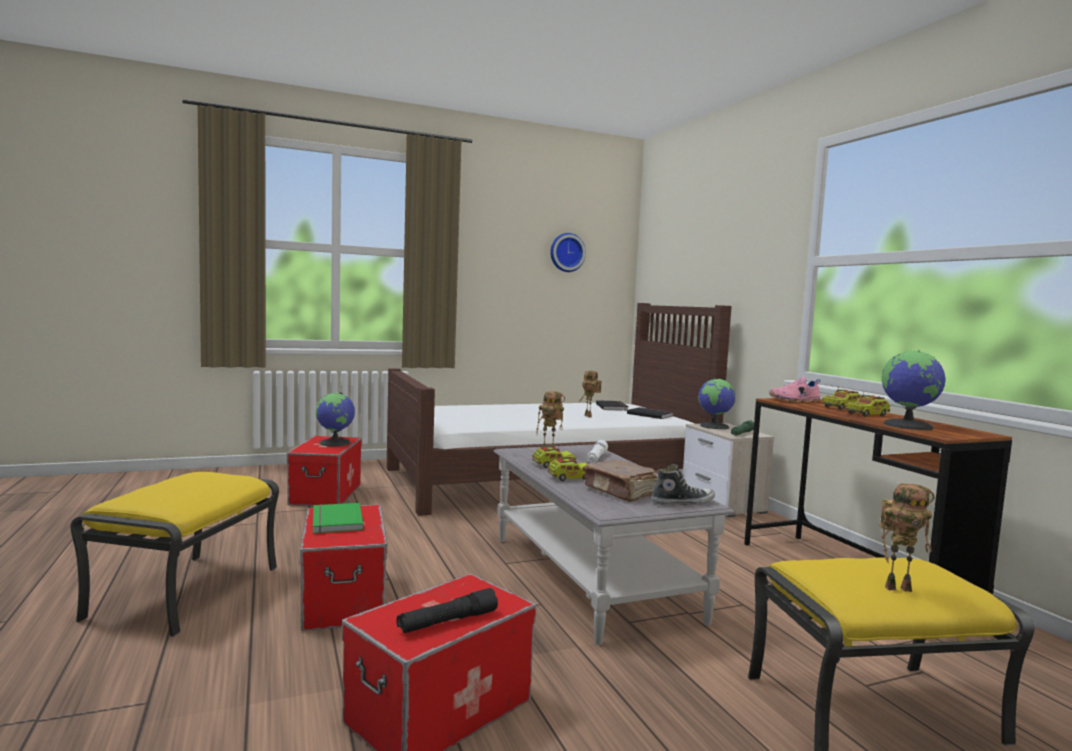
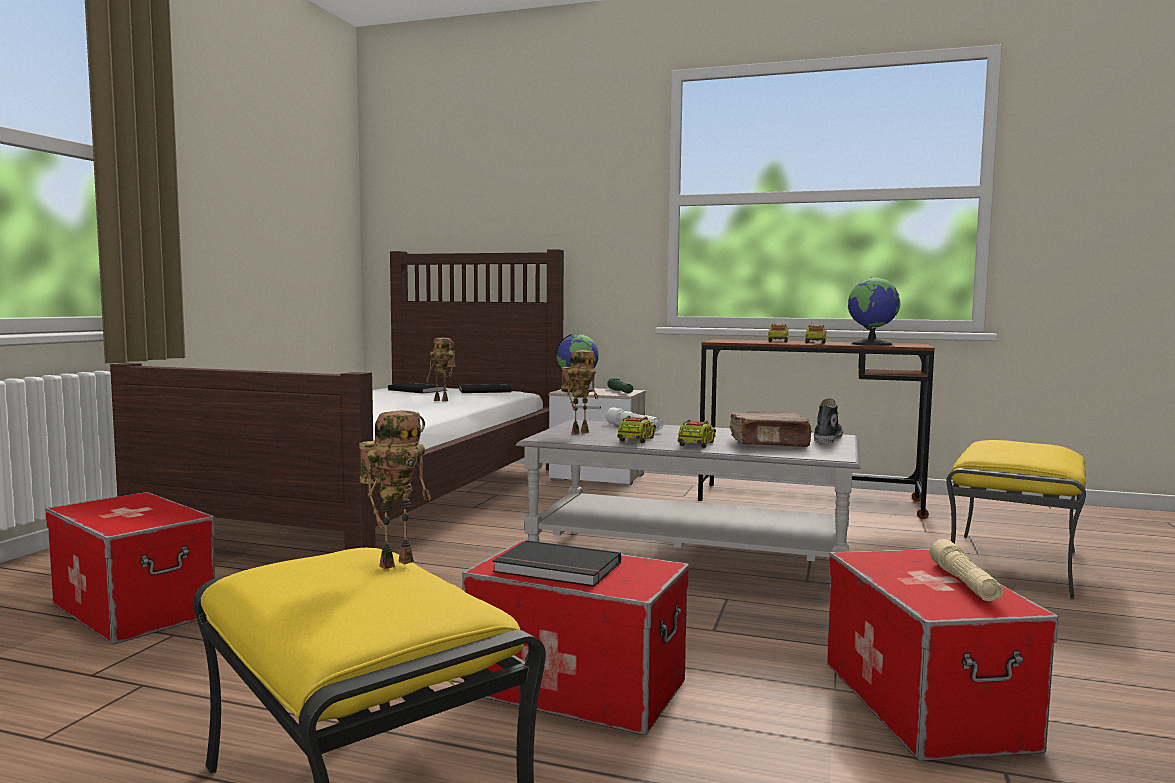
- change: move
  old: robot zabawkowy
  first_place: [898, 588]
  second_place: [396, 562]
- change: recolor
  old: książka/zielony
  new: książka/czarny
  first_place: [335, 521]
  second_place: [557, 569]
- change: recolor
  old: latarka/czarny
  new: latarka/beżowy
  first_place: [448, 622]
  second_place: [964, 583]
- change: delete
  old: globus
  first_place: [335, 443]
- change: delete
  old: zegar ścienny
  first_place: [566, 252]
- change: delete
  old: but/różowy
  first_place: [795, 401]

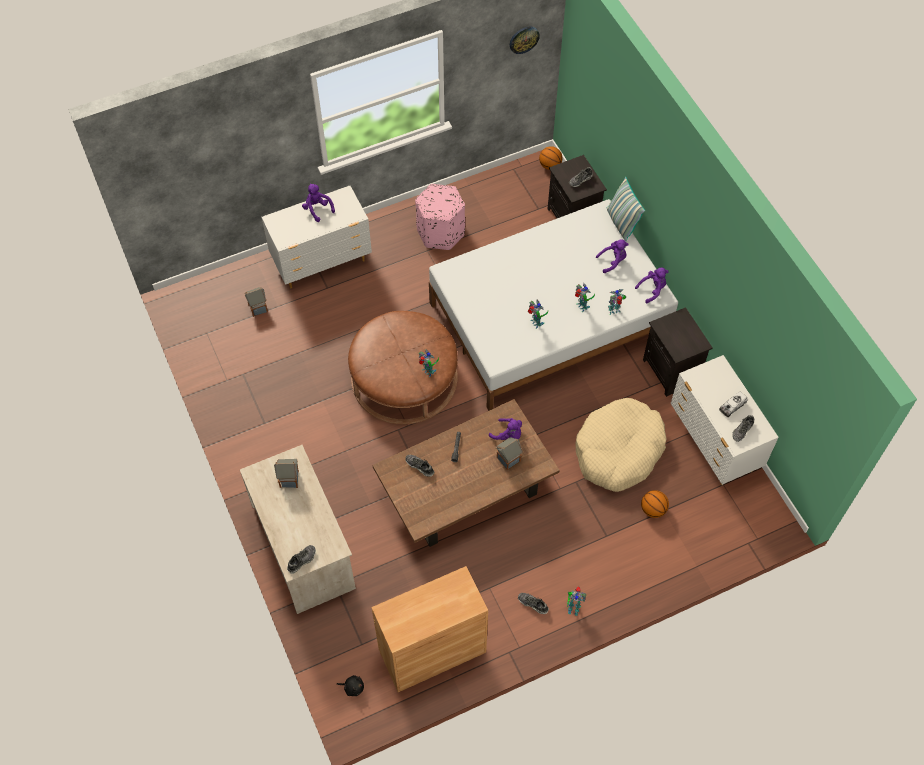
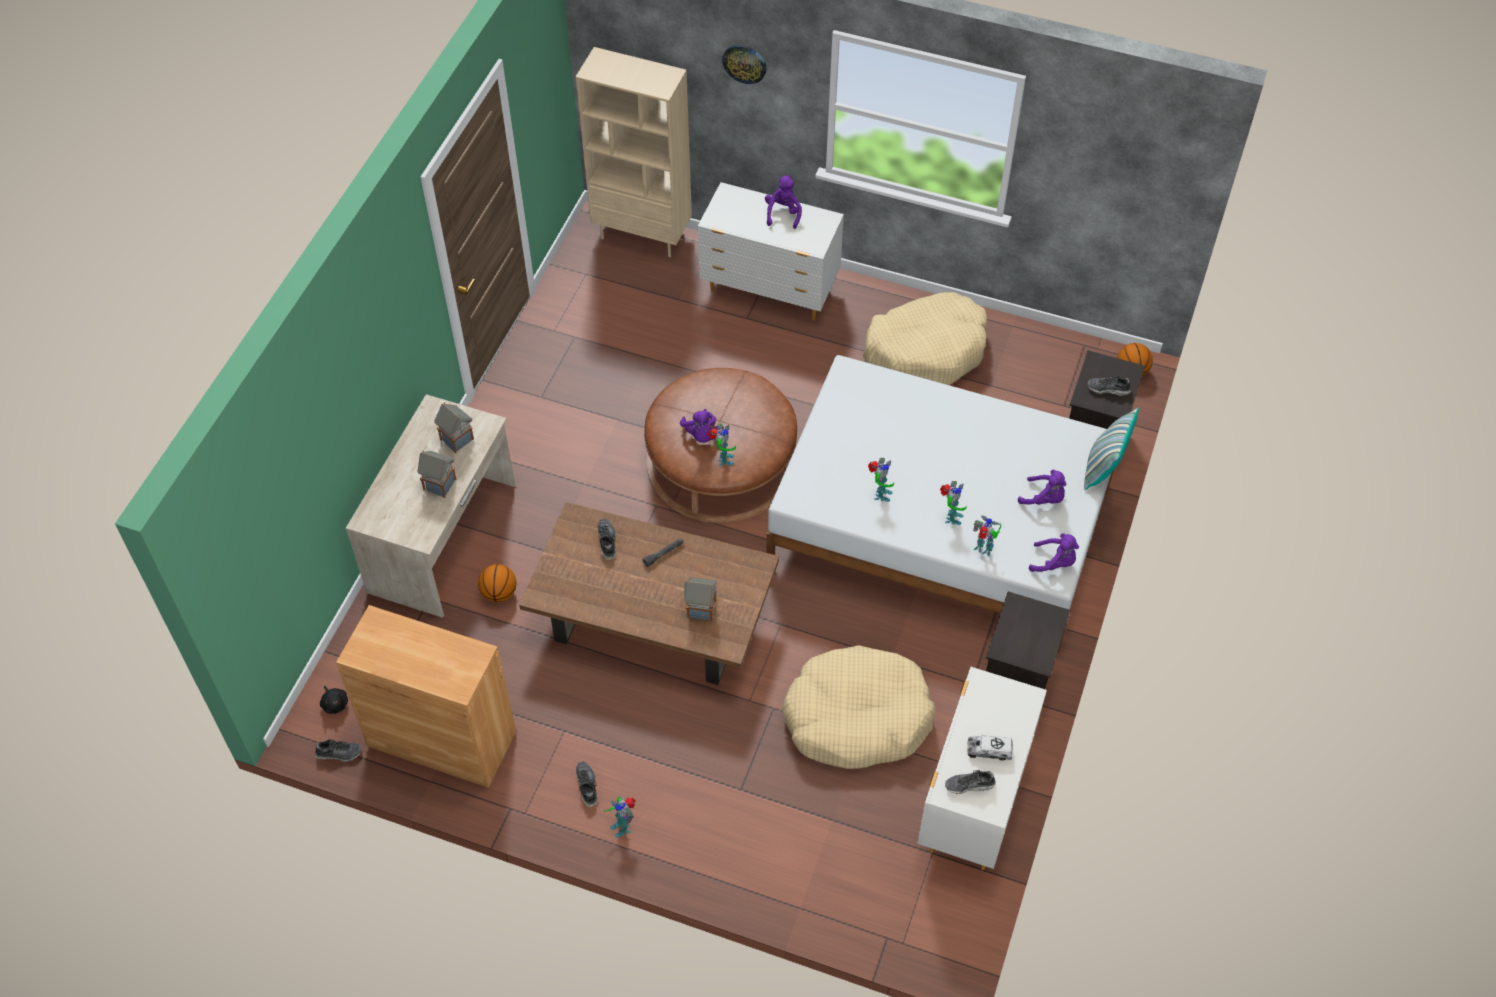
- change: move
  old: but
  first_place: [302, 560]
  second_place: [339, 753]
- change: move
  old: domek
  first_place: [258, 308]
  second_place: [440, 484]
- change: move
  old: piłka do koszykówki
  first_place: [653, 509]
  second_place: [499, 593]
- change: insert
  new: regał/beżowy
  second_place: [643, 235]
- change: move
  old: pluszak/fioletowy
  first_place: [508, 435]
  second_place: [702, 435]
- change: move
  old: zegar ścienny
  first_place: [524, 39]
  second_place: [744, 63]
- change: replace
  old: pufa/różowy
  new: legowisko/beżowy
  first_place: [440, 233]
  second_place: [926, 351]

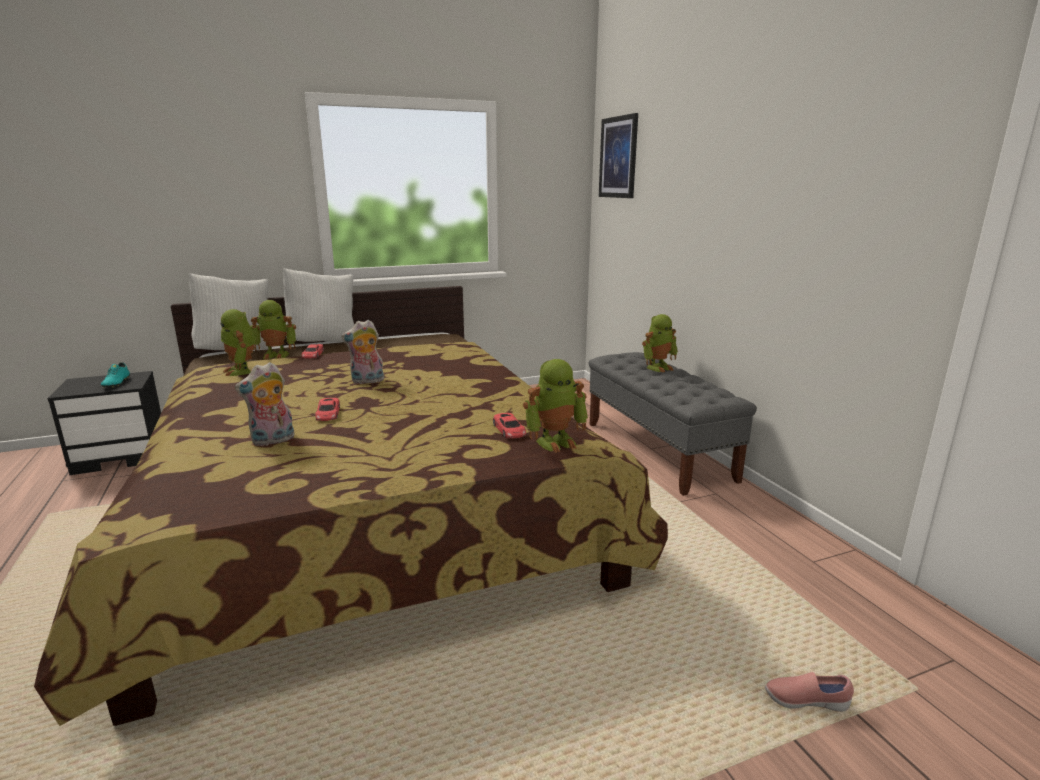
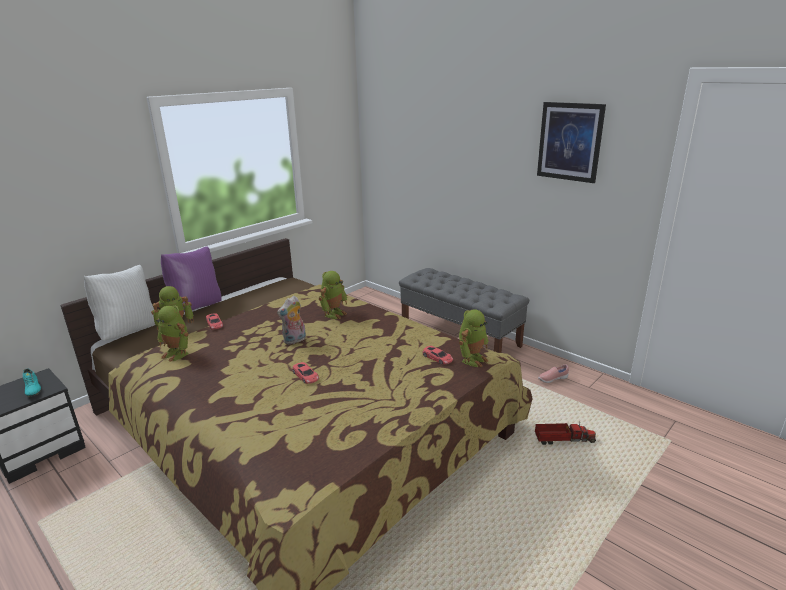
- change: recolor
  old: poduszka/biały
  new: poduszka/fioletowy
  first_place: [323, 342]
  second_place: [196, 307]
- change: move
  old: robot zabawkowy
  first_place: [658, 367]
  second_place: [334, 313]
- change: insert
  new: ciężarówka zabawkowa
  second_place: [562, 440]
- change: move
  old: obraz
  first_place: [618, 157]
  second_place: [570, 142]
- change: move
  old: but/różowy
  first_place: [805, 701]
  second_place: [552, 379]
- change: delete
  old: pluszak
  first_place: [272, 441]

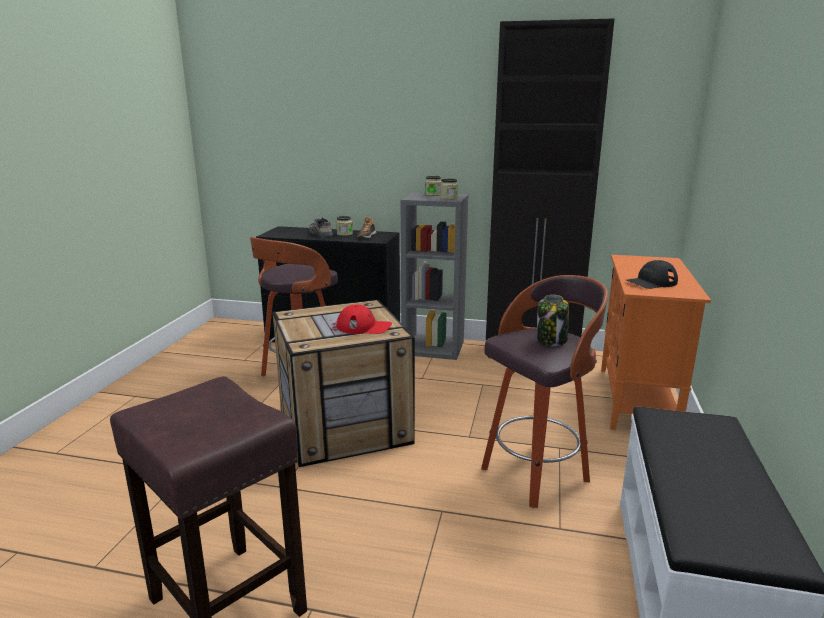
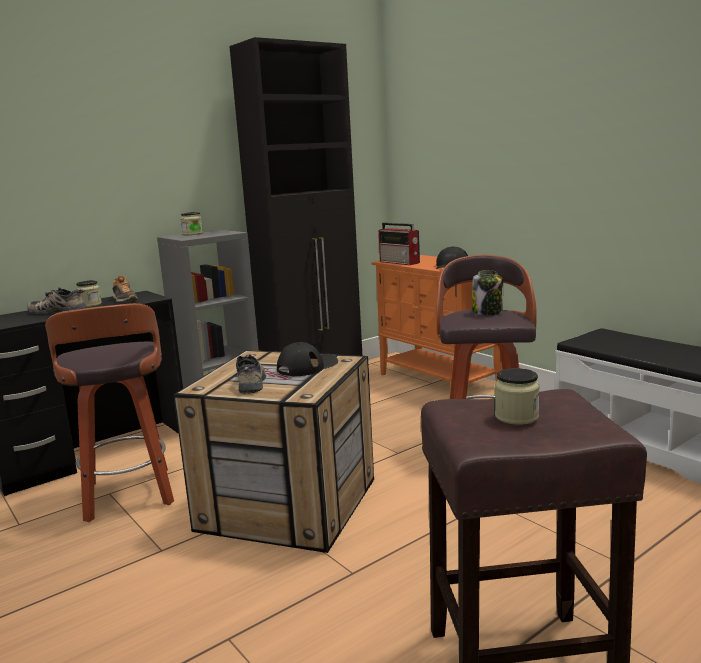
- change: insert
  new: but
  second_place: [252, 382]
- change: recolor
  old: czapka z daszkiem/czerwony
  new: czapka z daszkiem/czarny
  first_place: [364, 327]
  second_place: [307, 366]
- change: insert
  new: radio
  second_place: [400, 262]
- change: move
  old: słoik
  first_place: [448, 198]
  second_place: [516, 416]

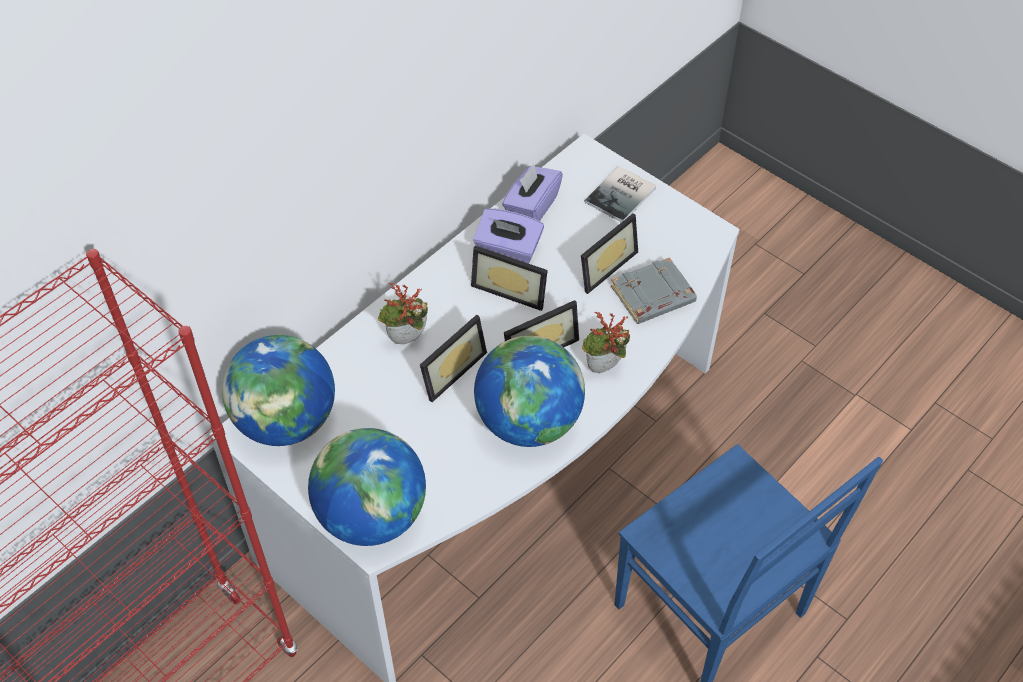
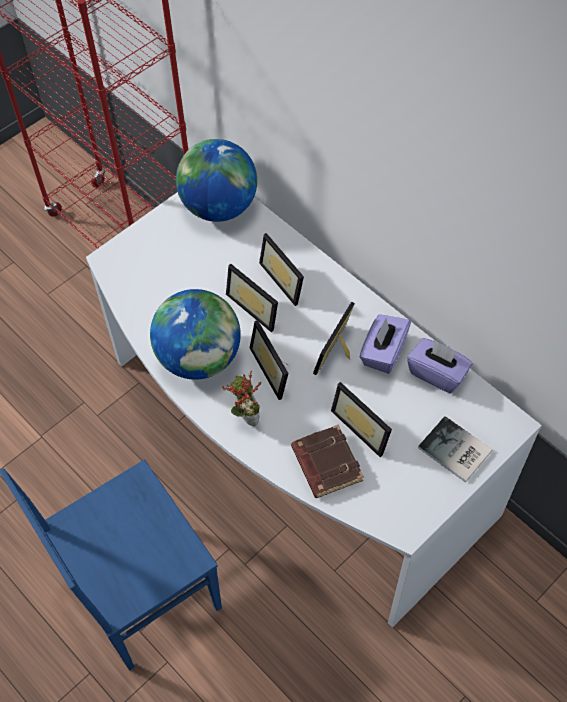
- change: replace
  old: roślina doniczkowa
  new: ramka na zdjęcie
  first_place: [407, 342]
  second_place: [286, 279]
- change: recolor
  old: książka/szary
  new: książka/brązowy
  first_place: [652, 296]
  second_place: [325, 464]
- change: delete
  old: globus
  first_place: [372, 515]

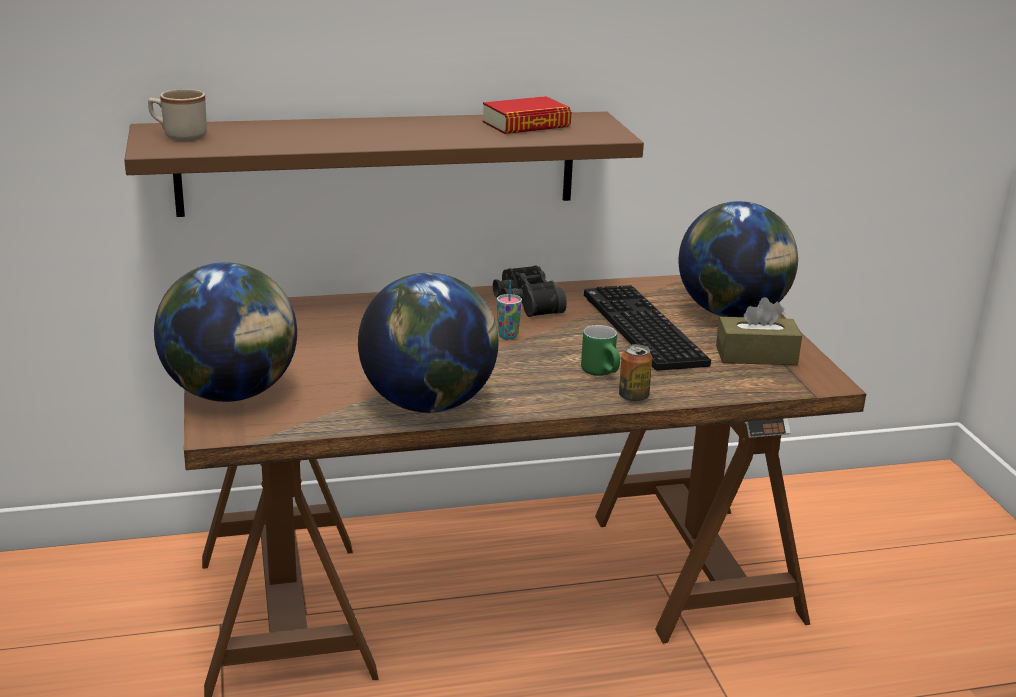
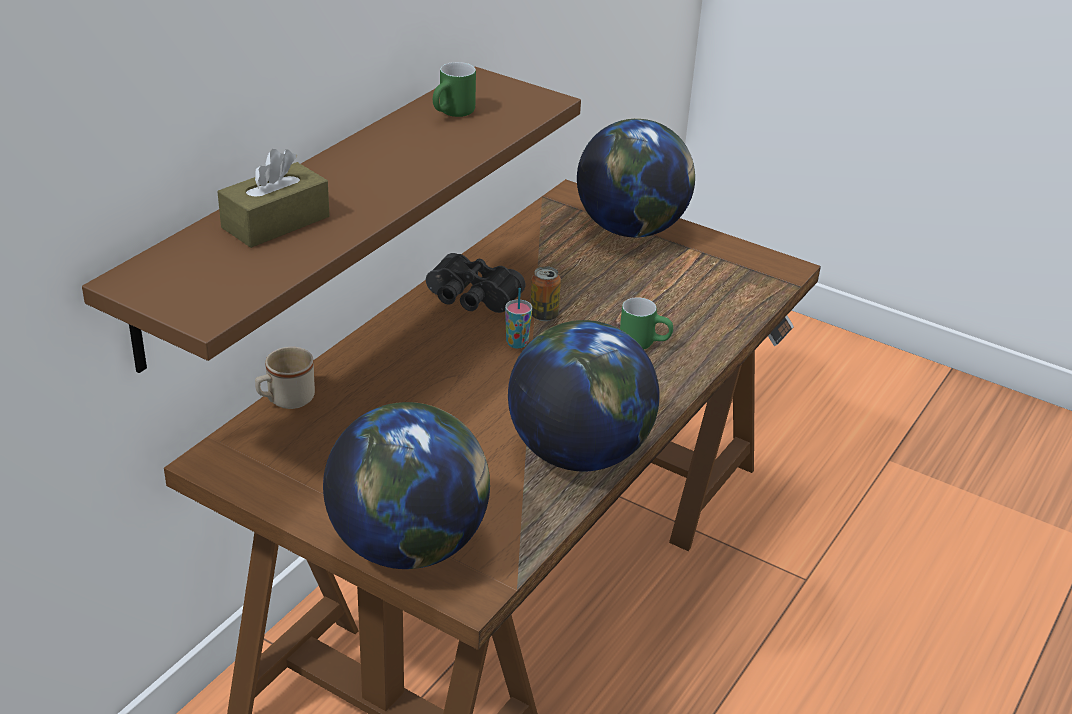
- change: move
  old: pudełko chusteczek/brązowy
  first_place: [756, 355]
  second_place: [275, 222]
- change: move
  old: kubek/beżowy
  first_place: [179, 135]
  second_place: [285, 400]
- change: replace
  old: książka
  new: kubek/zielony
  first_place: [526, 124]
  second_place: [454, 114]
- change: move
  old: puszka
  first_place: [633, 397]
  second_place: [544, 315]
- change: delete
  old: klawiatura
  first_place: [639, 329]

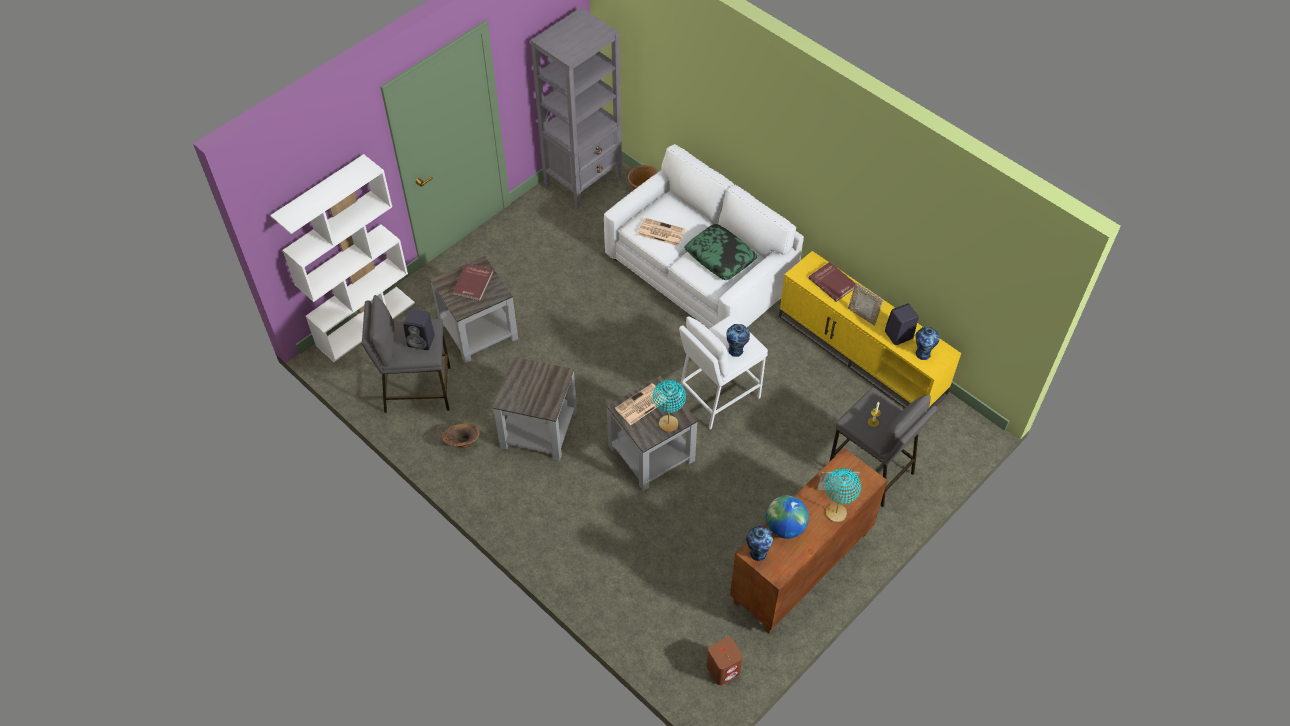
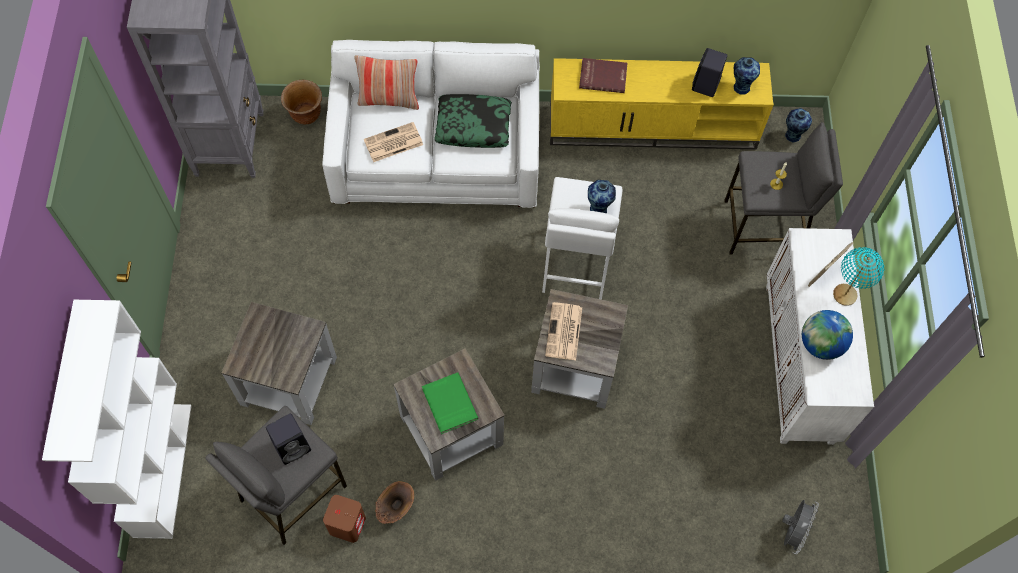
- change: move
  old: głośnik/brązowy
  first_place: [723, 669]
  second_place: [347, 524]
- change: insert
  new: poduszka
  second_place: [389, 100]
- change: insert
  new: książka/zielony
  second_place: [448, 404]
- change: recolor
  old: szafka/brązowy
  new: szafka/biały
  first_place: [801, 569]
  second_place: [799, 363]
- change: insert
  new: wentylator/szary
  second_place: [792, 531]
- change: move
  old: wazon
  first_place: [757, 553]
  second_place: [792, 136]
- change: delete
  old: książka/czerwony
  first_place: [474, 283]
- change: delete
  old: lampa stołowa/turkusowy
  first_place: [668, 423]
- change: delete
  old: ramka na zdjęcie
  first_place: [862, 315]

